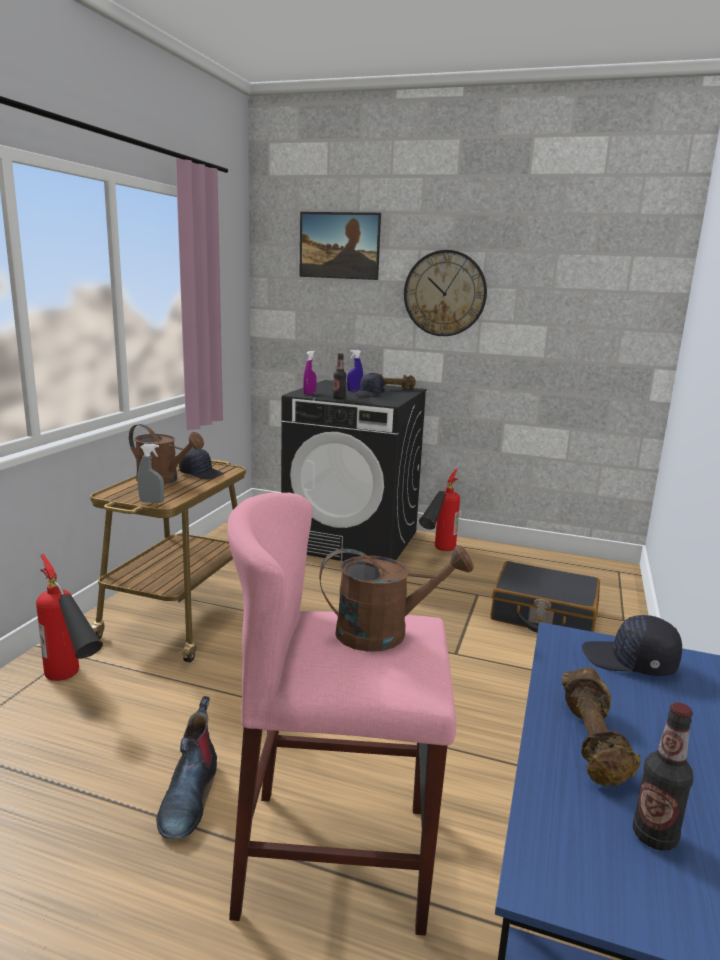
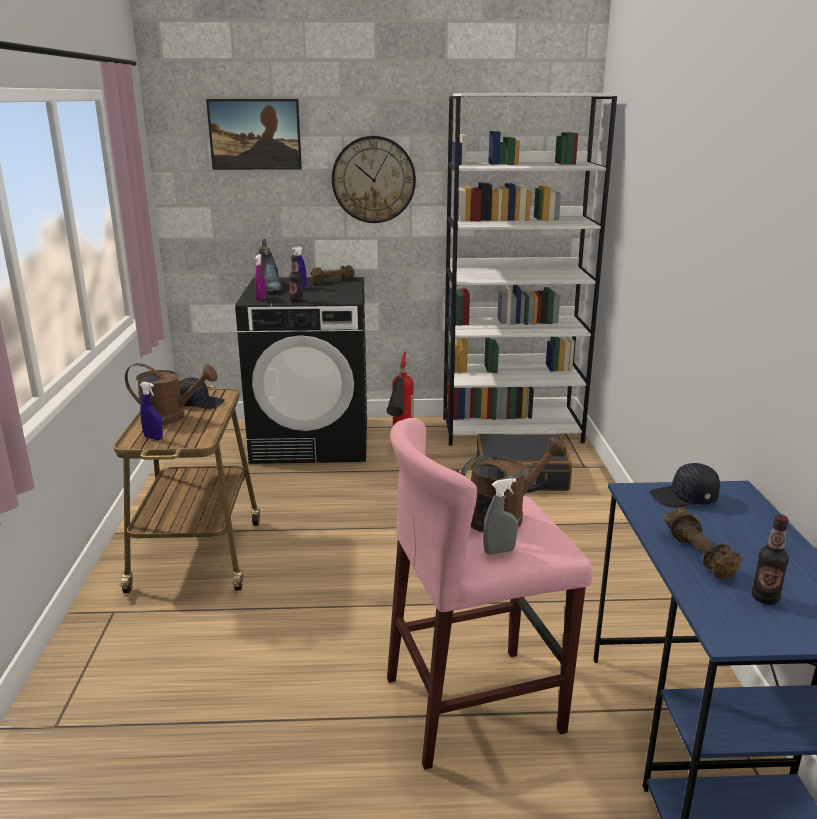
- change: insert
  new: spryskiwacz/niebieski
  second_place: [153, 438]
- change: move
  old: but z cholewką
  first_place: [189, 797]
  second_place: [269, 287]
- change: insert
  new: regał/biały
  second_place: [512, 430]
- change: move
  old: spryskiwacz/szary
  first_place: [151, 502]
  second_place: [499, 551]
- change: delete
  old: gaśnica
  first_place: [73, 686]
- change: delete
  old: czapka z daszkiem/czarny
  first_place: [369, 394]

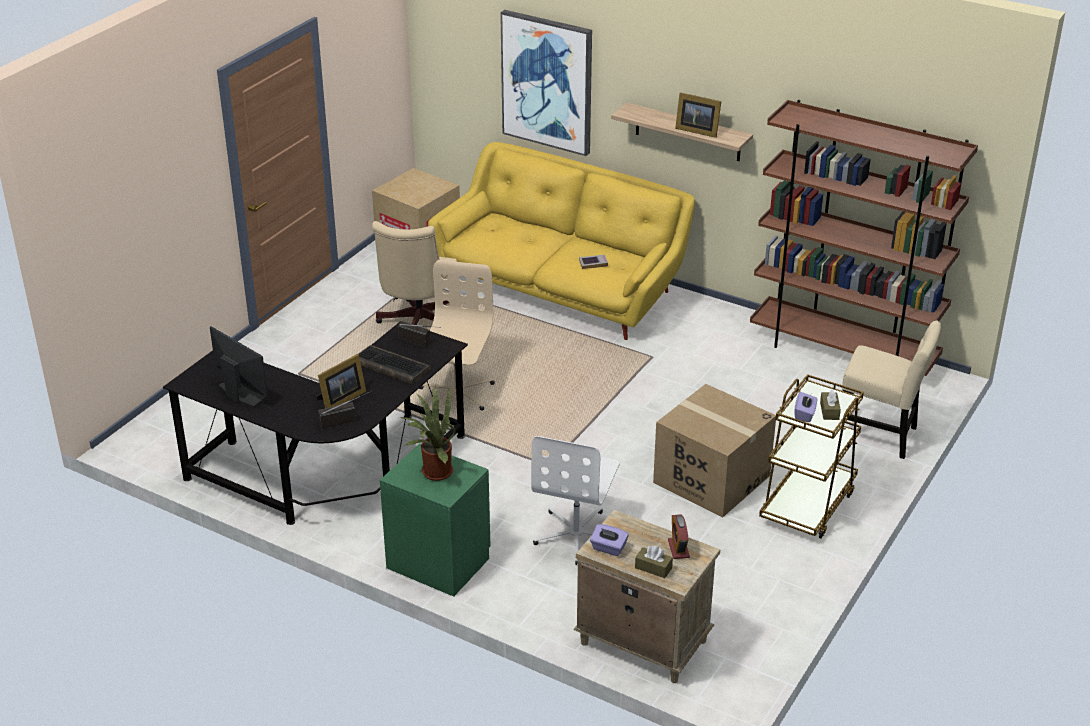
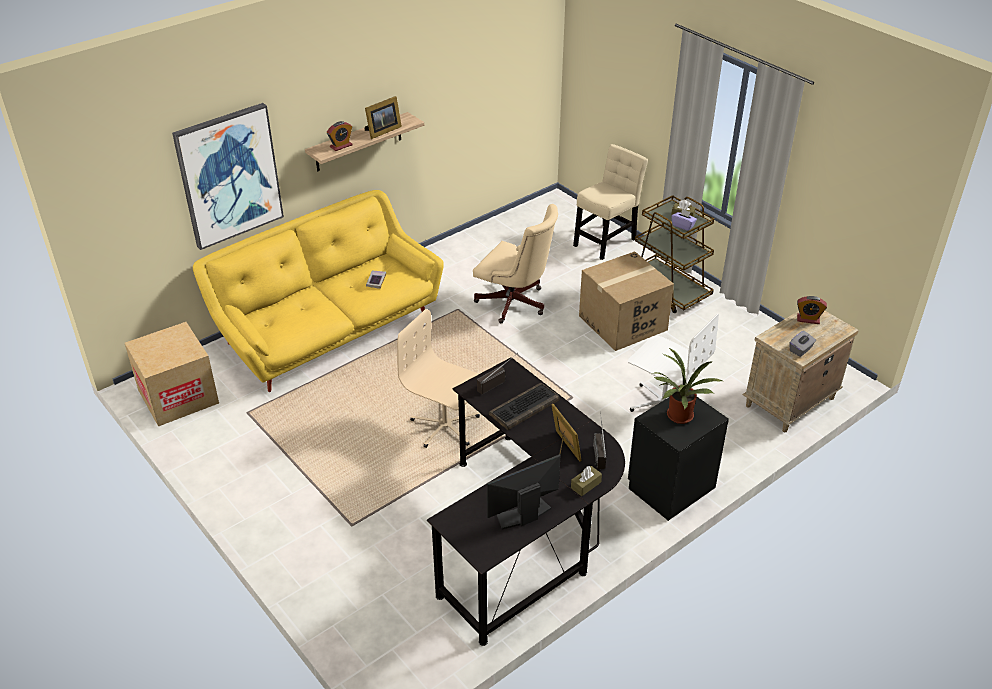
- change: insert
  new: budzik
  second_place: [341, 146]
- change: move
  old: krzesło biurowe/beżowy
  first_place: [417, 325]
  second_place: [515, 304]
- change: move
  old: pudełko chusteczek/brązowy
  first_place: [653, 568]
  second_place: [586, 485]
- change: recolor
  old: szafka nocna/zielony
  new: szafka nocna/czarny
  first_place: [439, 562]
  second_place: [670, 487]
- change: recolor
  old: pudełko chusteczek/fioletowy
  new: pudełko chusteczek/szary
  first_place: [608, 548]
  second_place: [801, 350]
- change: delete
  old: regał/brązowy
  first_place: [843, 353]

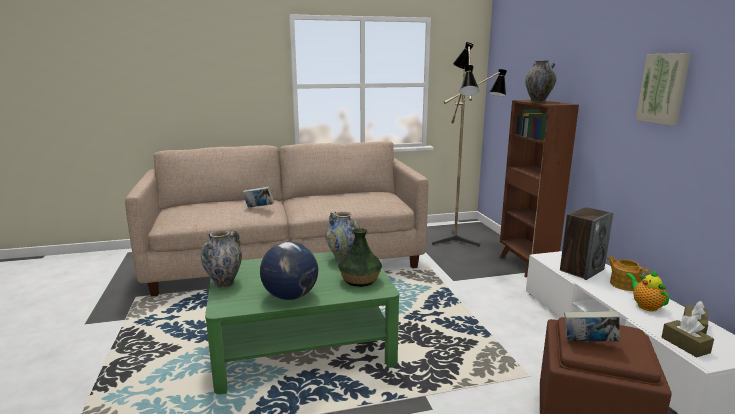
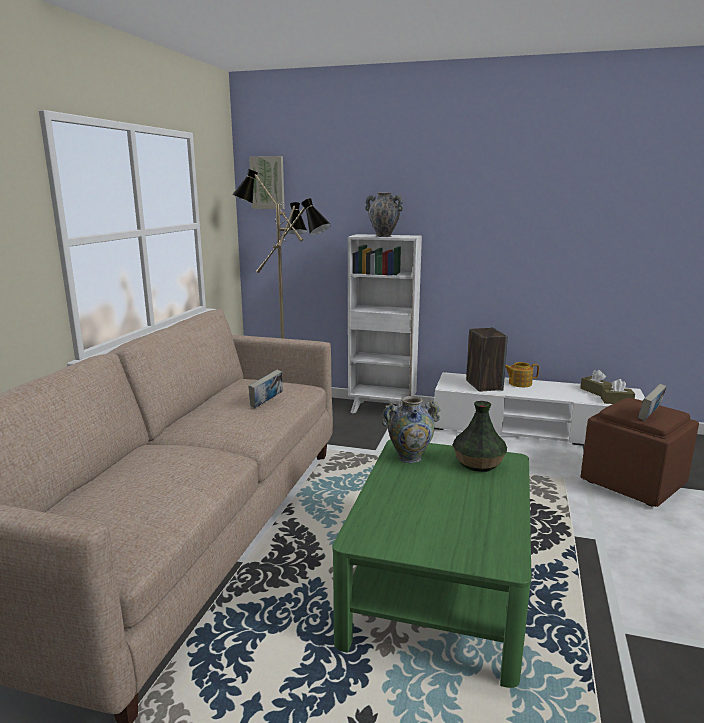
- change: move
  old: książka
  first_place: [259, 208]
  second_place: [266, 403]
- change: move
  old: obraz
  first_place: [664, 88]
  second_place: [268, 182]
- change: recolor
  old: regał/brązowy
  new: regał/biały
  first_place: [526, 265]
  second_place: [382, 410]
- change: delete
  old: wazon
  first_place: [224, 283]
- change: delete
  old: globus
  first_place: [291, 296]
- change: delete
  old: imbryk
  first_place: [645, 306]

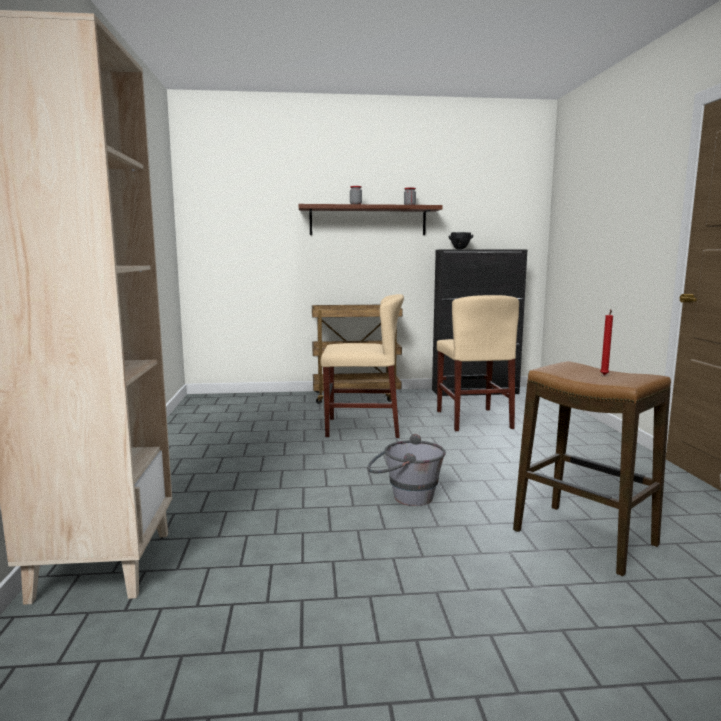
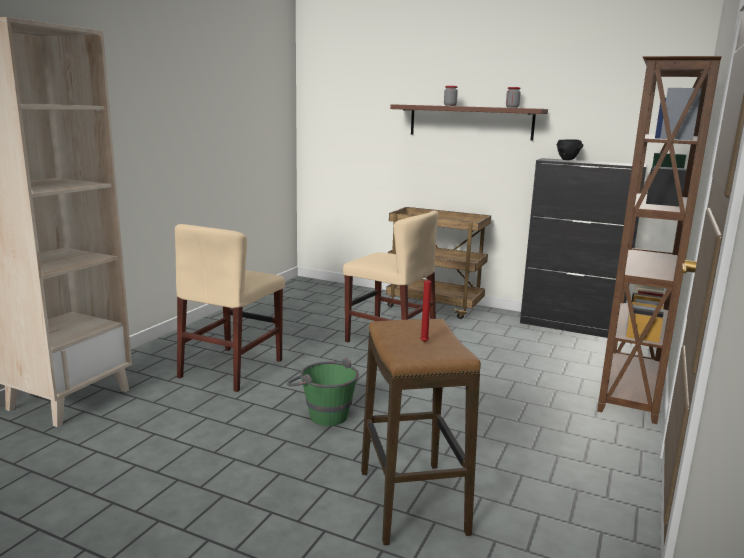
- change: move
  old: krzesło/beżowy
  first_place: [473, 419]
  second_place: [232, 368]
- change: recolor
  old: wiadro/szary
  new: wiadro/zielony
  first_place: [404, 497]
  second_place: [322, 414]
- change: insert
  new: regał/brązowy
  second_place: [628, 391]

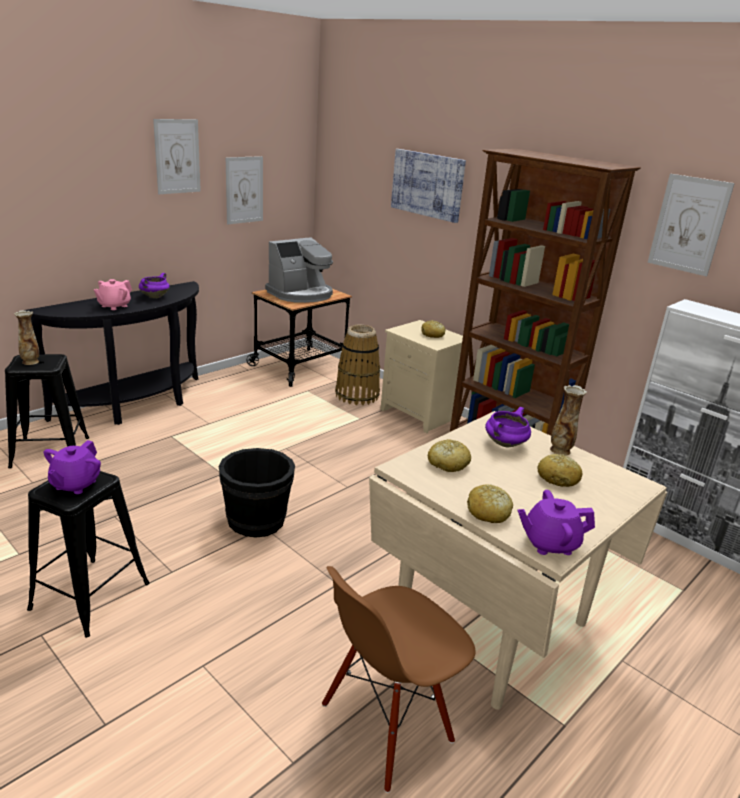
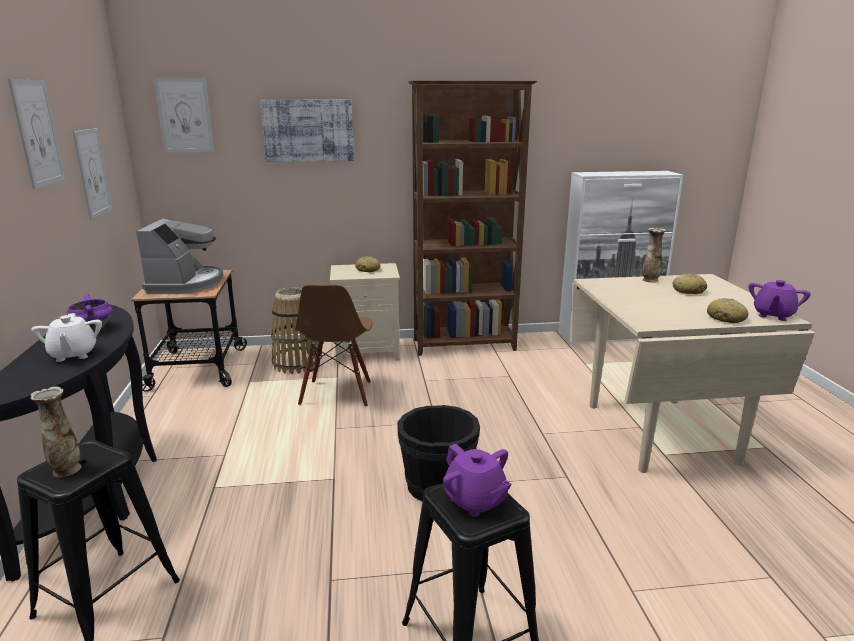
- change: recolor
  old: imbryk/różowy
  new: imbryk/biały
  first_place: [114, 306]
  second_place: [73, 355]
- change: move
  old: obraz
  first_place: [689, 224]
  second_place: [184, 115]
- change: move
  old: krzesło/brązowy
  first_place: [386, 725]
  second_place: [337, 394]
- change: delete
  old: chleb
  first_place: [448, 463]
- change: delete
  old: garnek/fioletowy
  first_place: [505, 444]

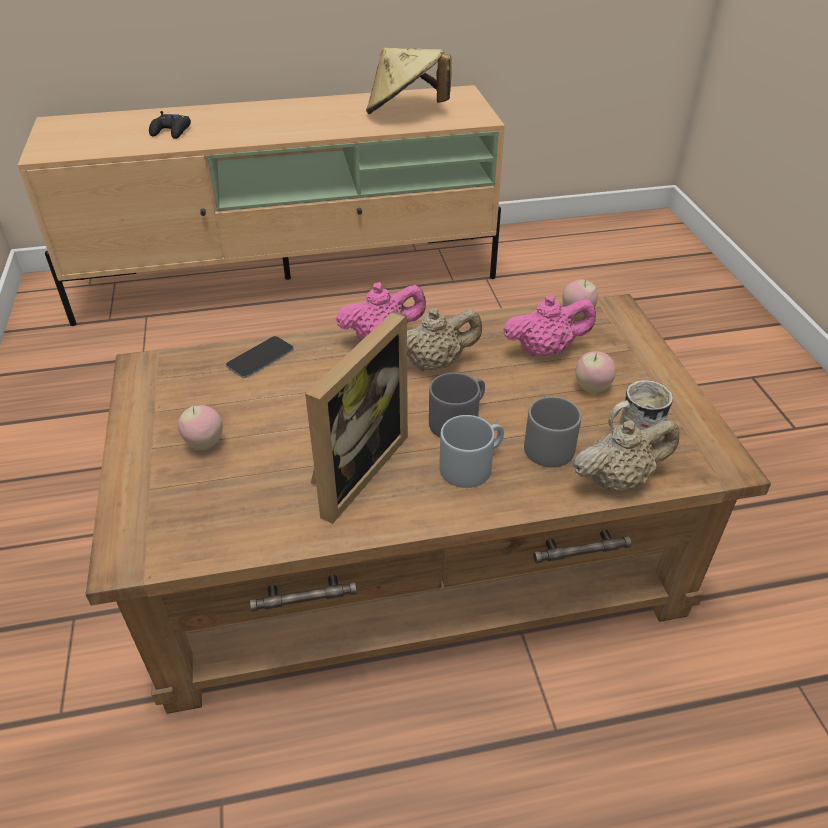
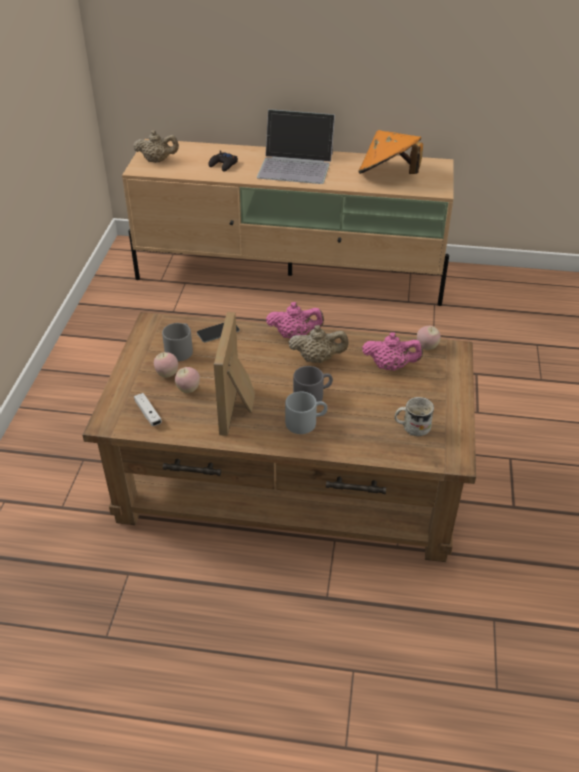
- change: move
  old: imbryk/beżowy
  first_place: [618, 480]
  second_place: [157, 160]
- change: insert
  new: pad do gier/biały
  second_place: [148, 414]
- change: move
  old: kubek/szary
  first_place: [546, 443]
  second_place: [180, 349]
- change: move
  old: jabłko
  first_place: [592, 388]
  second_place: [188, 389]
- change: rotate
  old: ramka na zdjęcie
  first_place: [352, 469]
  second_place: [238, 408]
  degrees: 135
- change: insert
  new: laptop
  second_place: [296, 165]
- change: recolor
  old: kapelusz/beżowy
  new: kapelusz/pomarańczowy
  first_place: [405, 112]
  second_place: [388, 175]

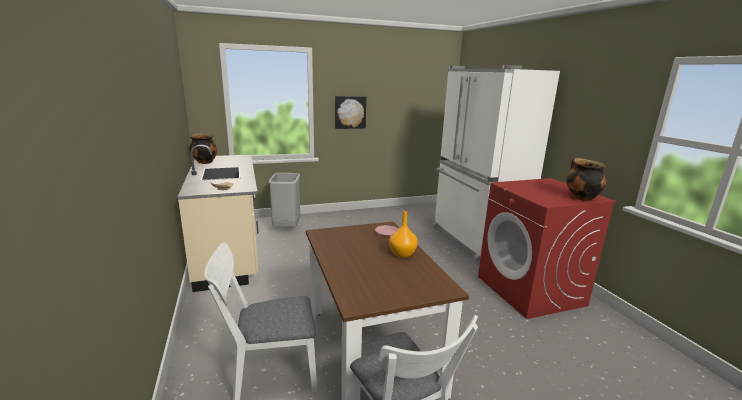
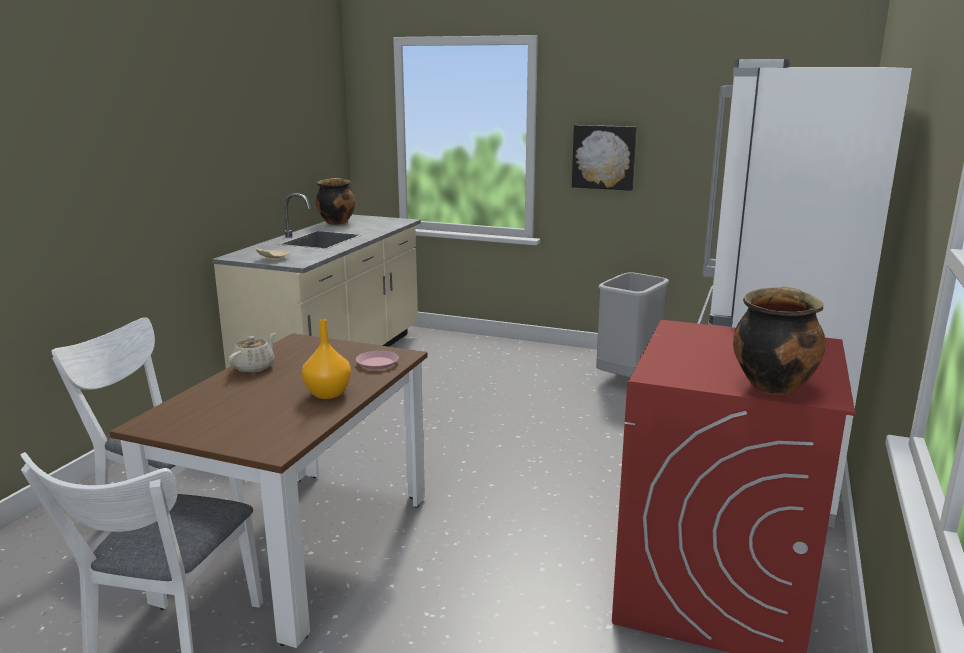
- change: insert
  new: imbryk/beżowy
  second_place: [254, 367]
- change: move
  old: kosz na śmieci/szary
  first_place: [287, 228]
  second_place: [628, 378]

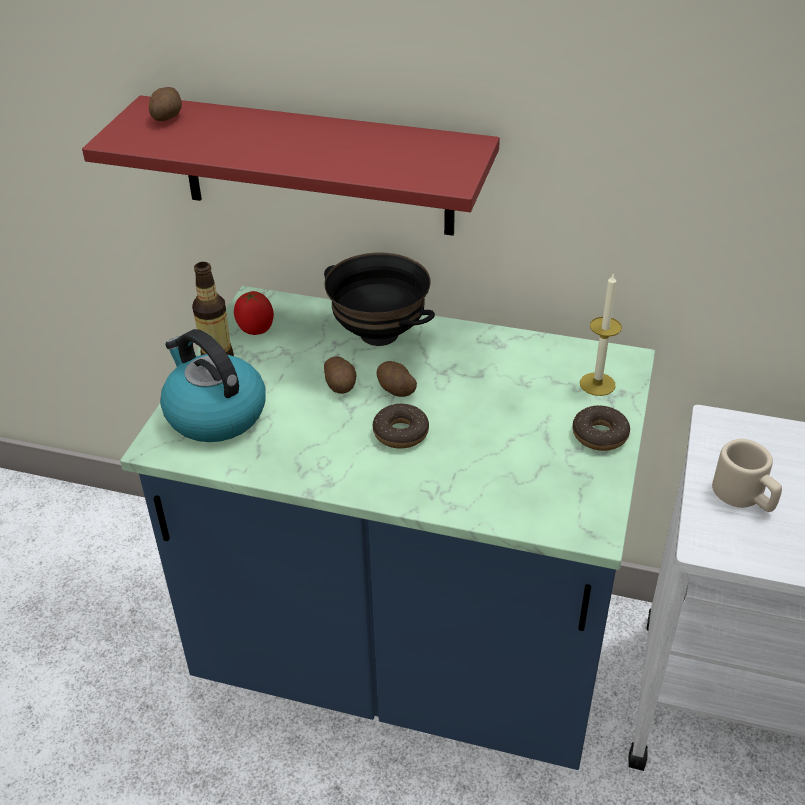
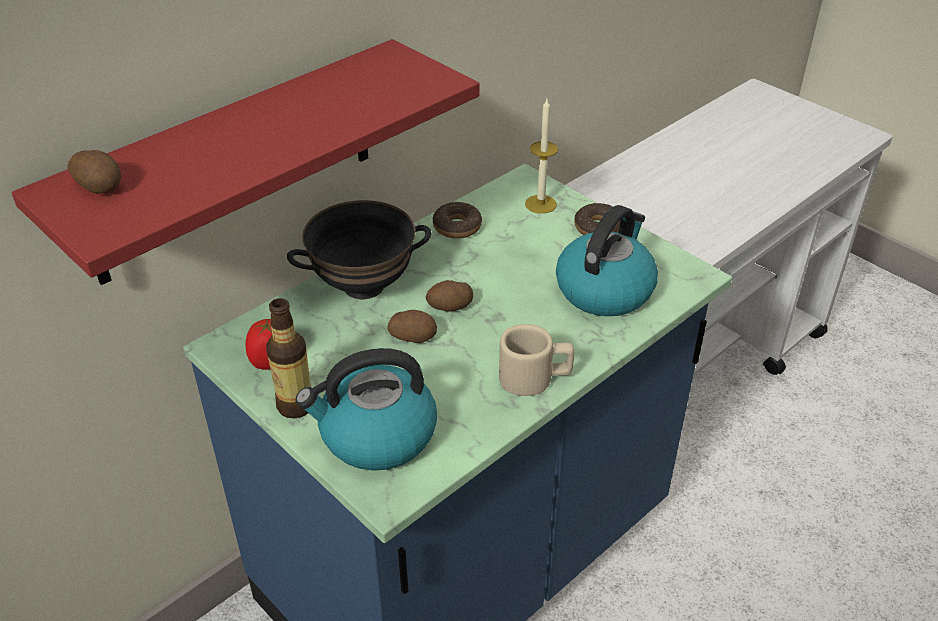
- change: move
  old: donut
  first_place: [400, 433]
  second_place: [457, 227]
- change: move
  old: kubek/beżowy
  first_place: [744, 496]
  second_place: [535, 378]
- change: insert
  new: czajnik
  second_place: [605, 289]

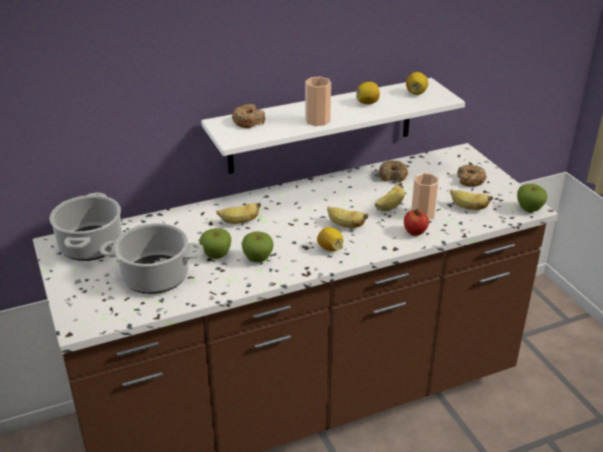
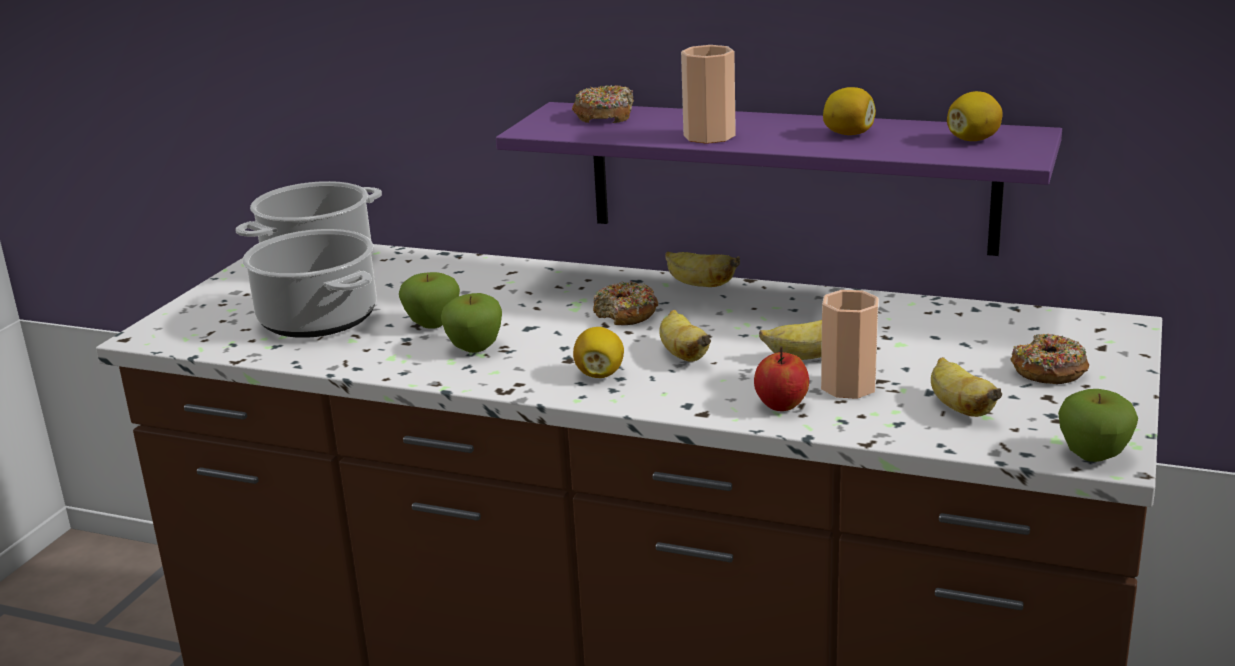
- change: recolor
  old: półka/biały
  new: półka/fioletowy
  first_place: [321, 126]
  second_place: [789, 176]
- change: move
  old: donut
  first_place: [393, 176]
  second_place: [626, 314]
- change: move
  old: banan
  first_place: [239, 222]
  second_place: [699, 285]

